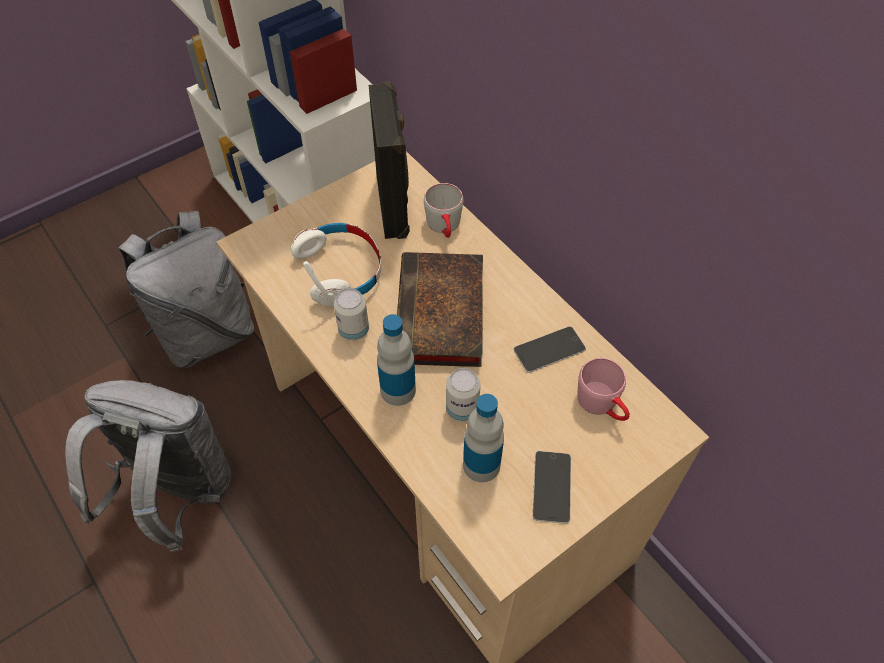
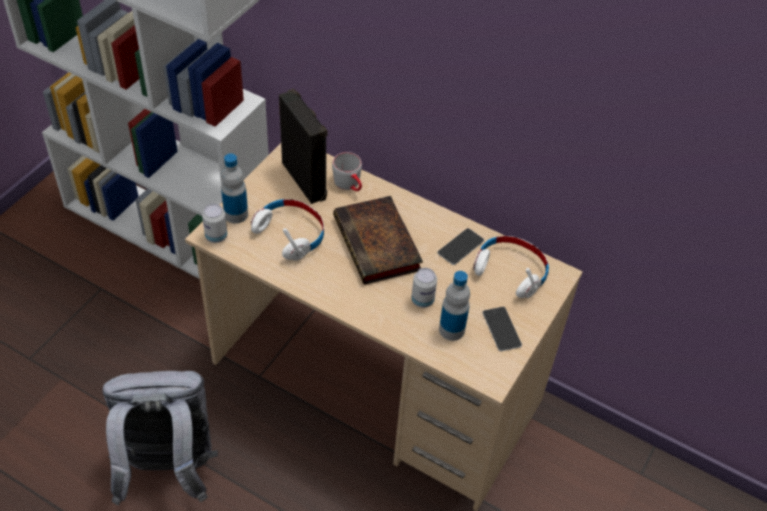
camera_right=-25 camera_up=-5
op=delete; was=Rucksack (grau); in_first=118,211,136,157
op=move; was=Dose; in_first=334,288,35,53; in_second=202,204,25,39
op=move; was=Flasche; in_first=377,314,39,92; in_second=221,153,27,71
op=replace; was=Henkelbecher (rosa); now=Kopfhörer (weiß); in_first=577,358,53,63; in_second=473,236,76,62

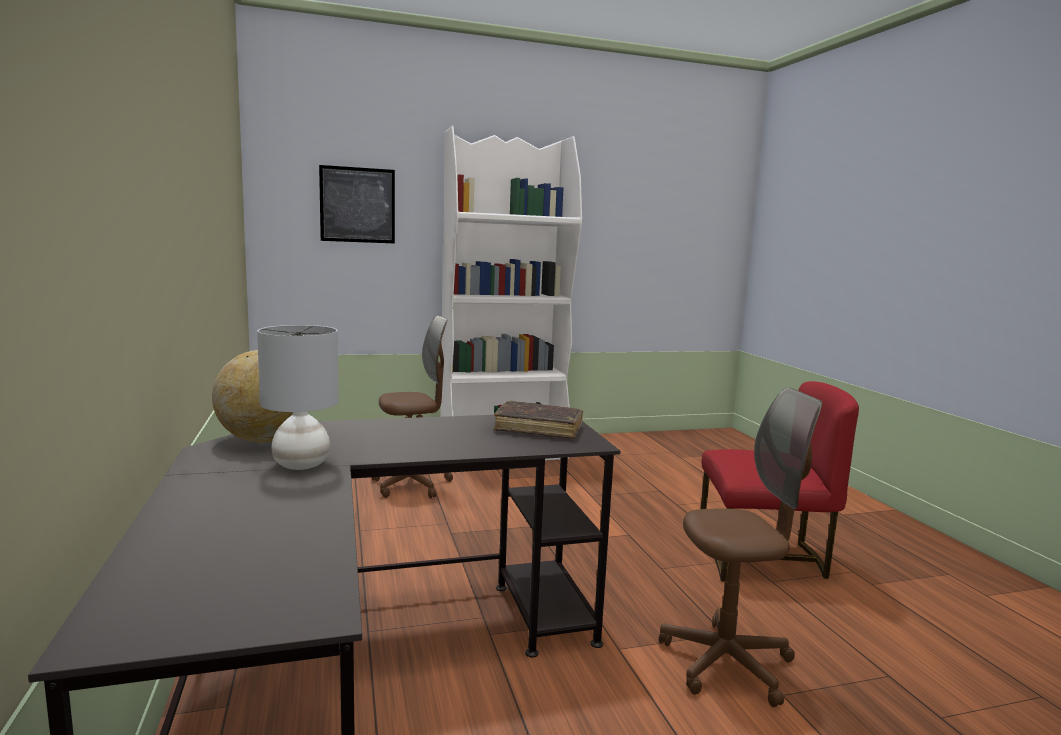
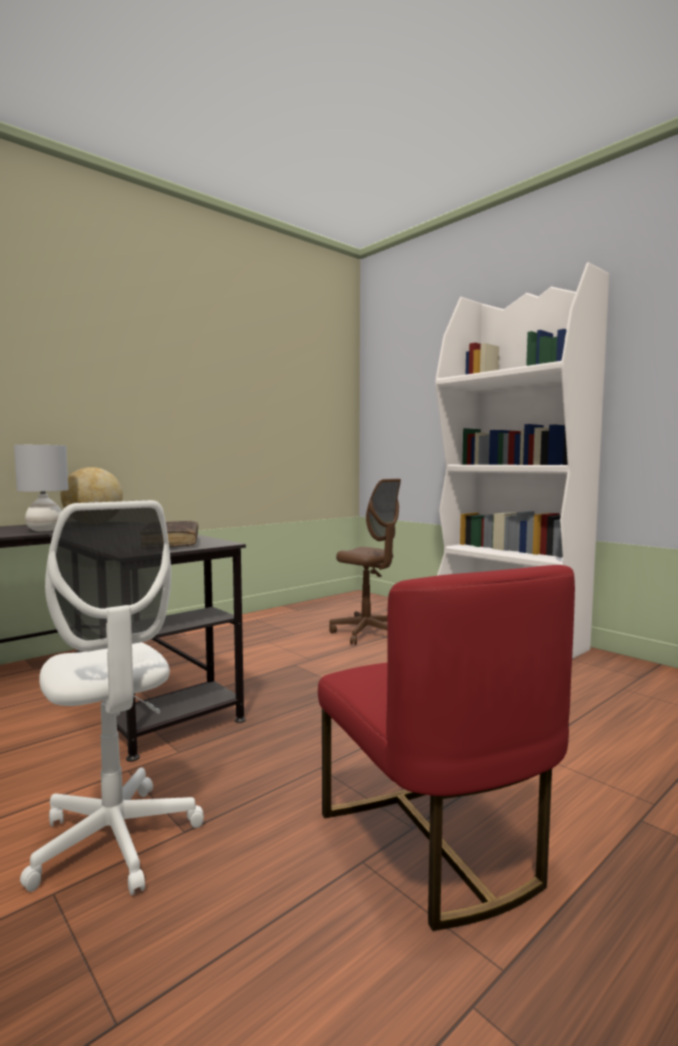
camera_right=65 camera_up=-5
op=delete; was=Bild; in_first=319,165,76,78
op=recolor; was=Bürostuhl (braun); now=Bürostuhl (weiß); in_first=659,387,164,320; in_second=20,500,184,395

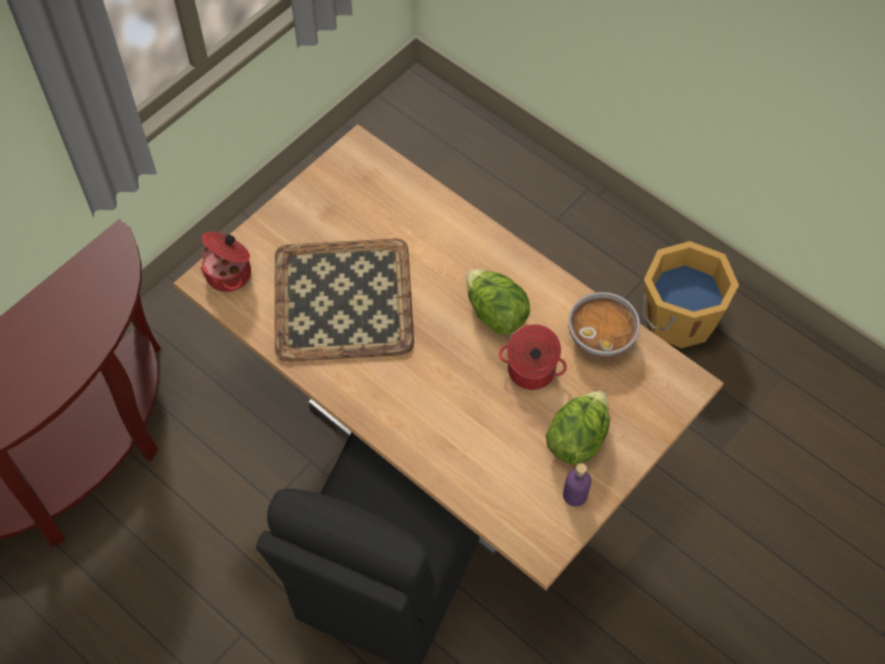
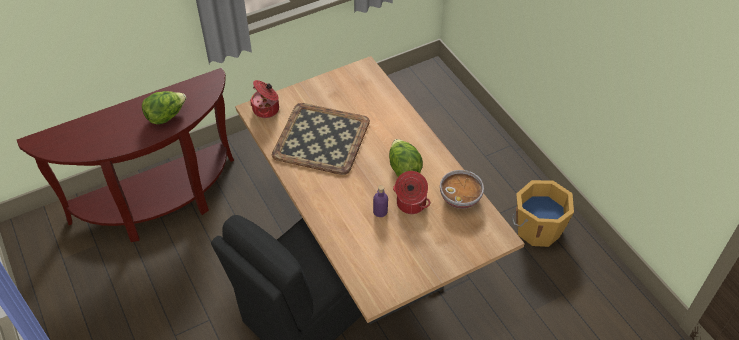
camera_right=20 camera_up=-10
op=move; was=Salatkopf; in_first=546,391,64,74; in_second=142,91,44,33
op=move; was=Flasche (lila); in_first=563,463,28,44; in_second=373,185,15,32

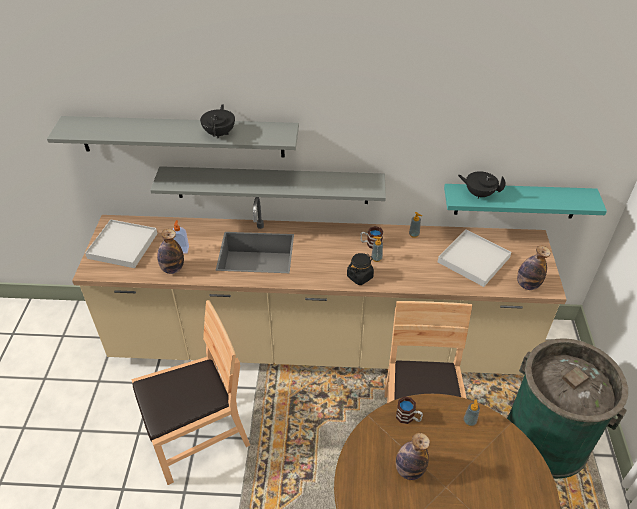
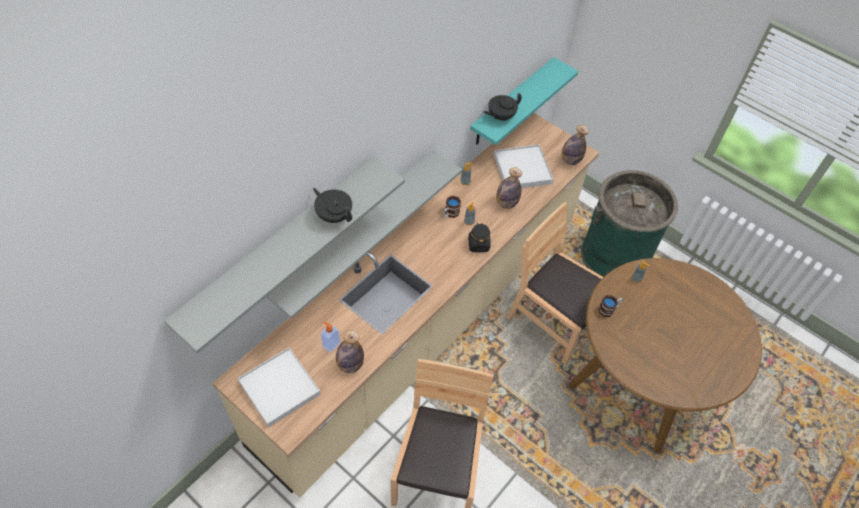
camera_right=-55 camera_up=10
op=move; was=Flasche; in_first=395,433,35,47; in_second=496,167,26,42

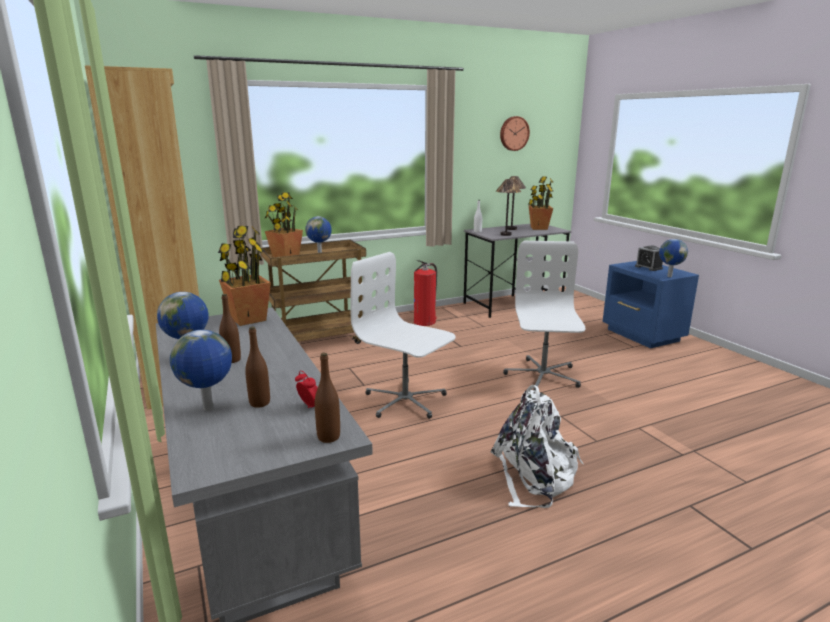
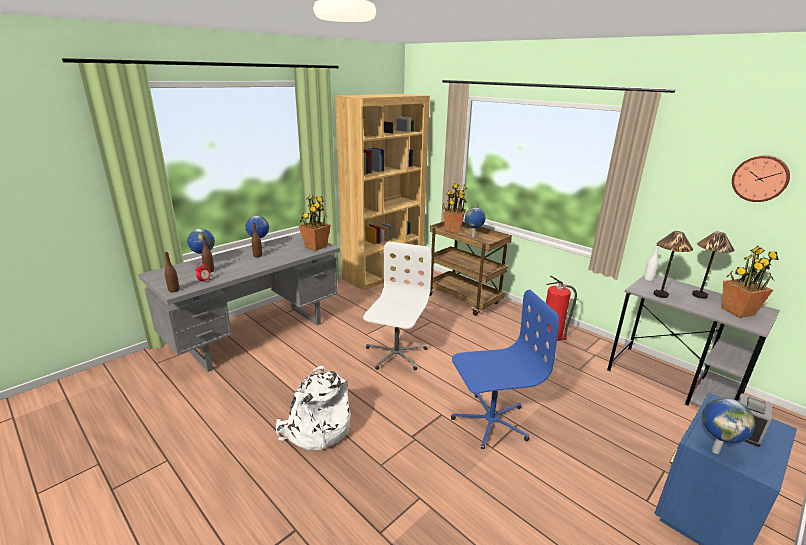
camera_right=70 camera_up=5
op=recolor; was=Bürostuhl (weiß); now=Bürostuhl (blau); in_first=503,241,83,150; in_second=451,290,108,159

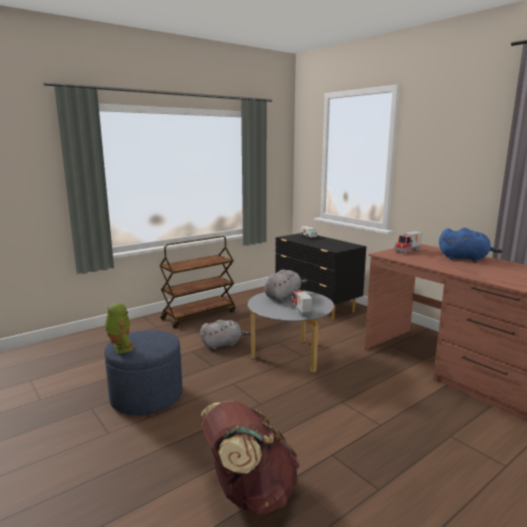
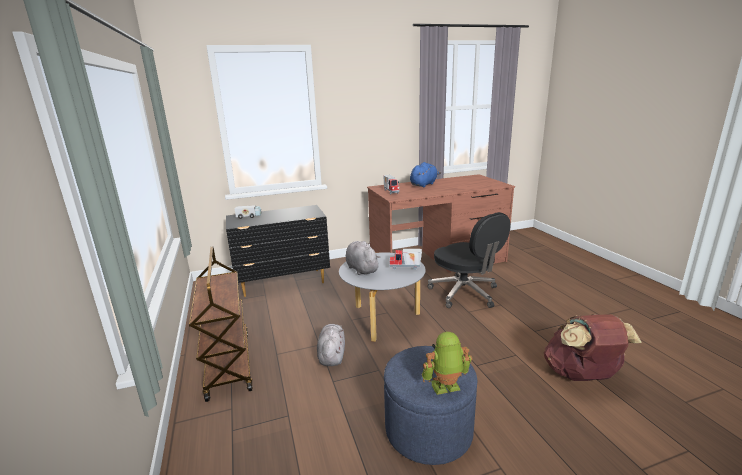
camera_right=-70 camera_up=5
op=insert; now=Bürostuhl (schwarz); in_second=428,212,83,96

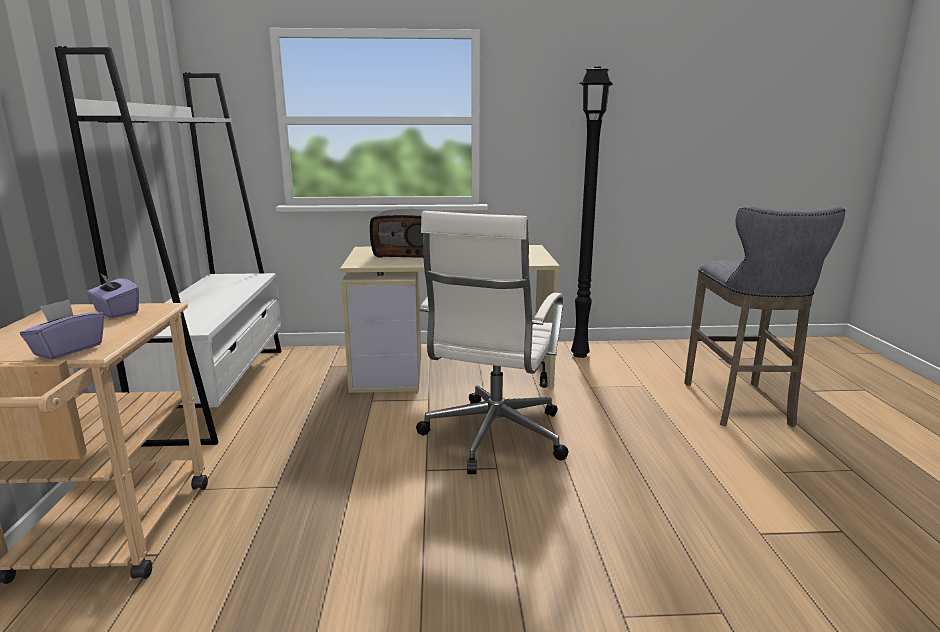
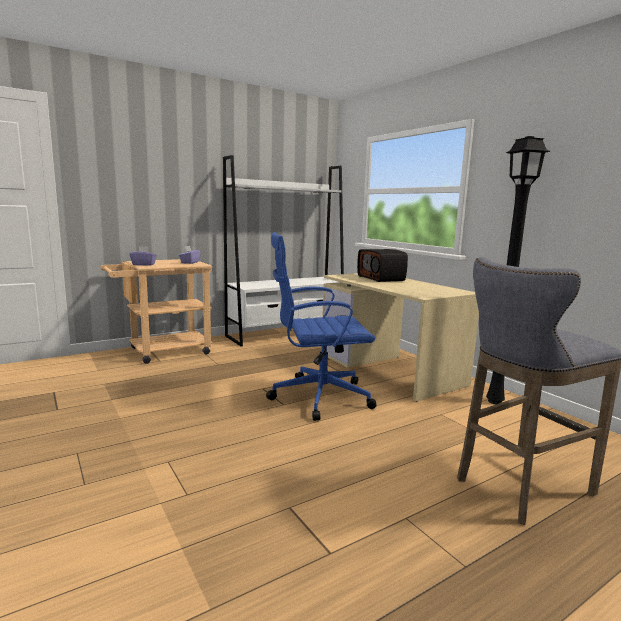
camera_right=60 camera_up=-5
op=recolor; was=Bürostuhl (weiß); now=Bürostuhl (blau); in_first=416,211,152,263; in_second=266,232,110,189

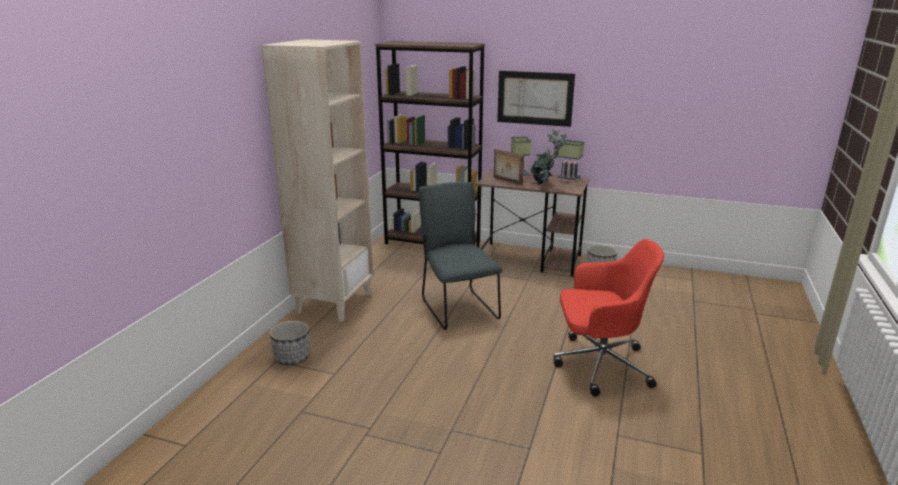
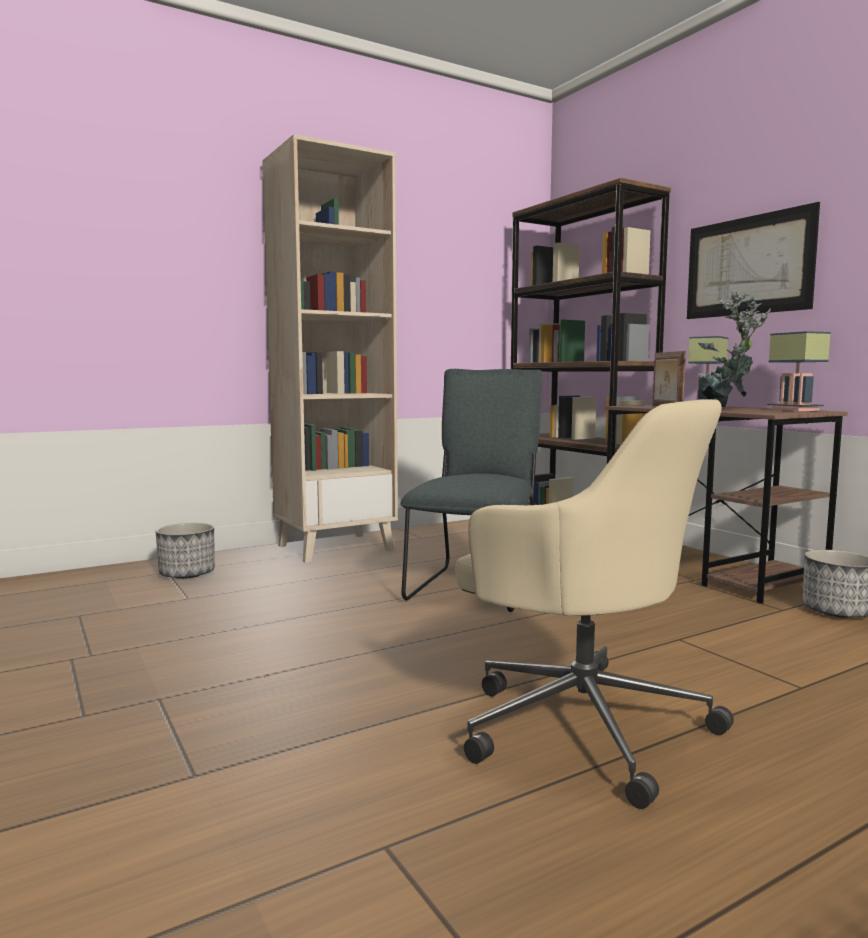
camera_right=40 camera_up=-15
op=recolor; was=Bürostuhl (rot); now=Bürostuhl (beige); in_first=554,239,110,158; in_second=455,399,279,410

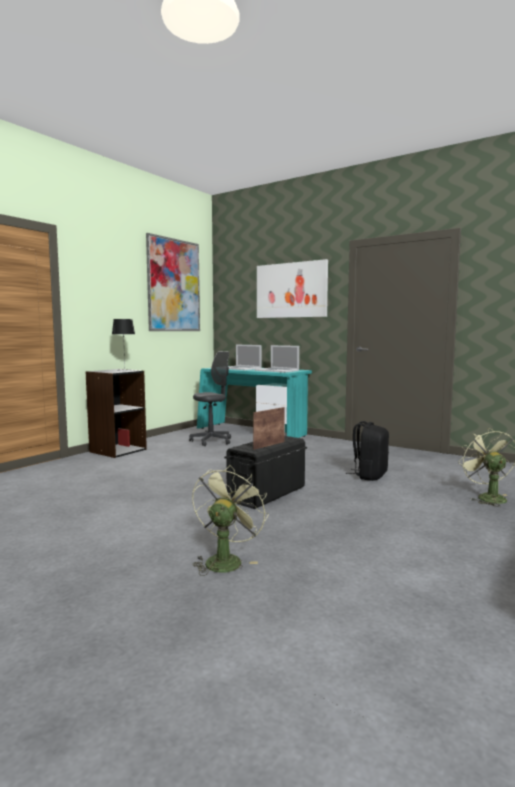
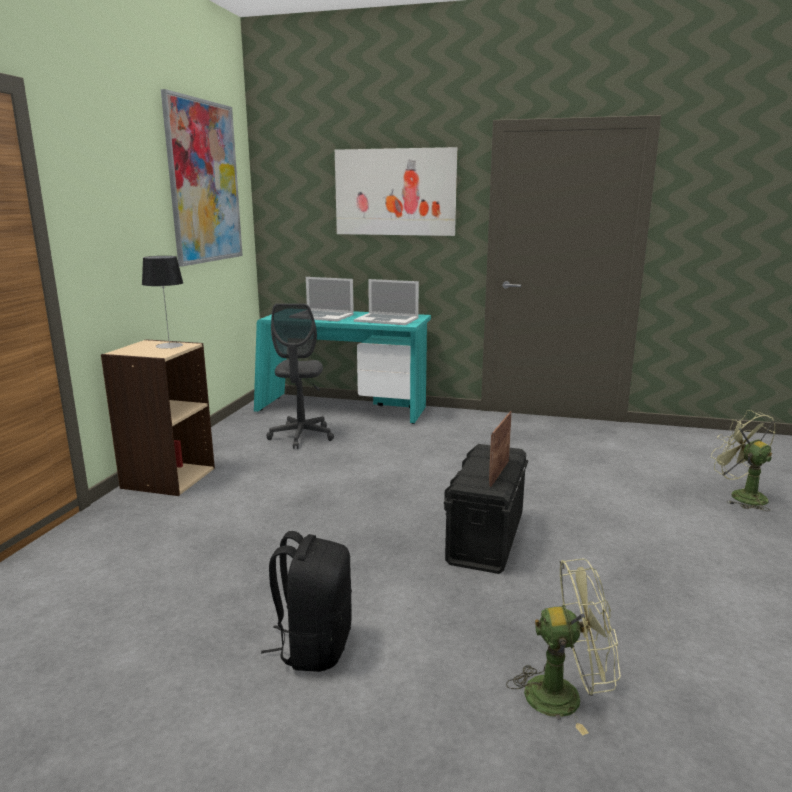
camera_right=-20 camera_up=10
op=move; was=Rucksack (schwarz); in_first=346,421,43,60; in_second=261,531,91,141
op=recolor; was=Bücherregal (schwarz); now=Bücherregal (beige); in_first=86,369,61,89; in_second=101,339,114,157
op=rotate; was=Bürostuhl (grau); in_first=189,351,42,95; in_second=266,303,68,146; clockwise=150
op=rotate; was=Ventilator (grün); in_first=192,465,76,111; in_second=506,559,115,176; clockwise=90

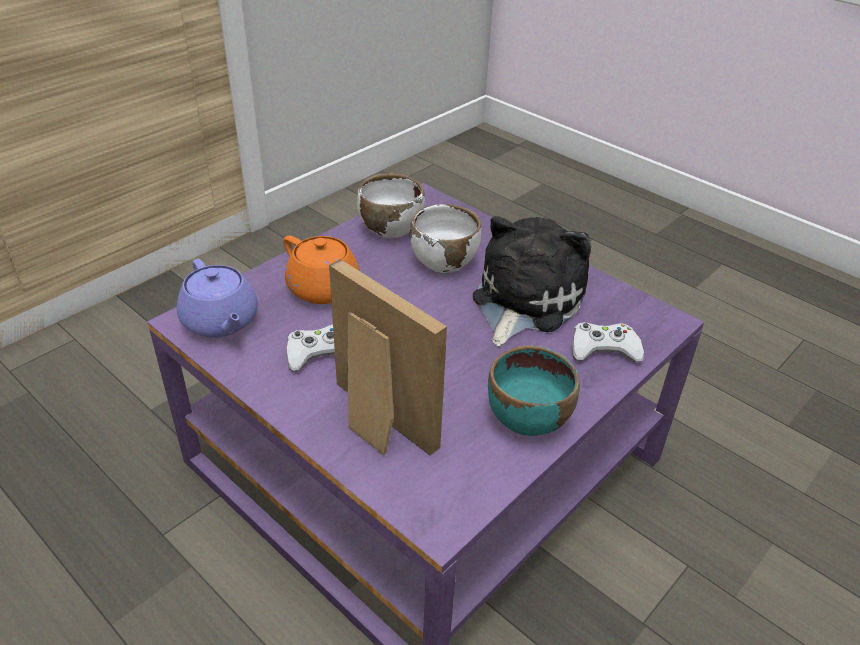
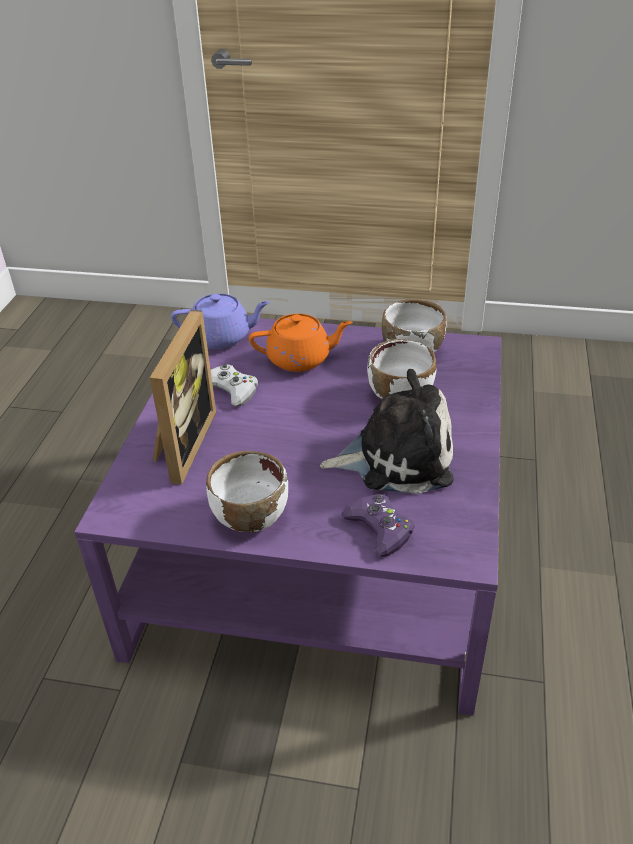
camera_right=60 camera_up=0
op=recolor; was=Schüssel (türkis); now=Schüssel (weiß); in_first=488,345,92,91; in_second=206,451,82,81
op=recolor; was=Gamepad (weiß); now=Gamepad (lila); in_first=572,322,72,40; in_second=341,494,74,63
op=rotate; was=Teekanne (lila); in_first=177,259,81,79; in_second=171,294,99,55; clockwise=-120
op=rotate; was=Teekanne (orange); in_first=283,236,77,68; in_second=249,314,103,58; clockwise=-105

